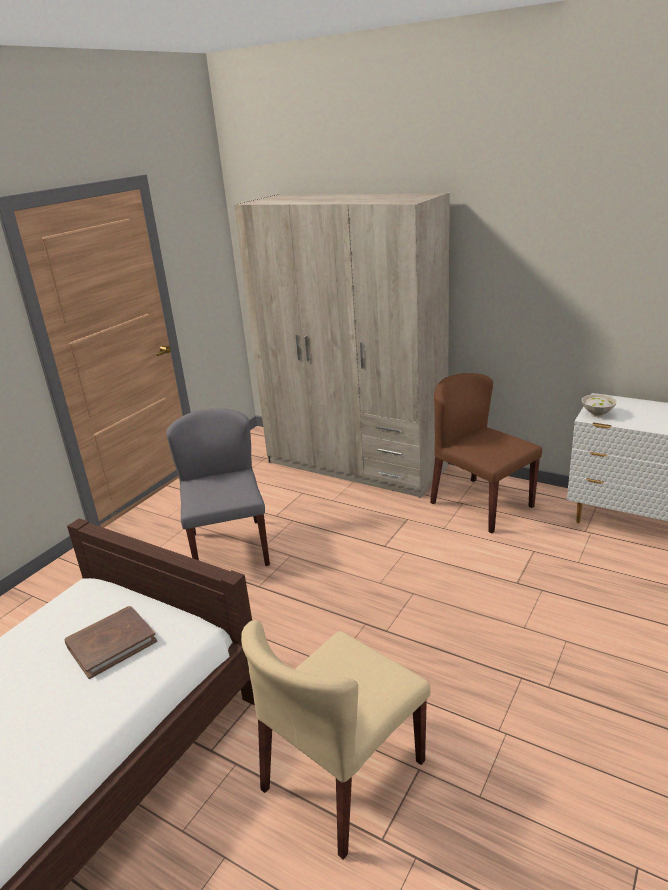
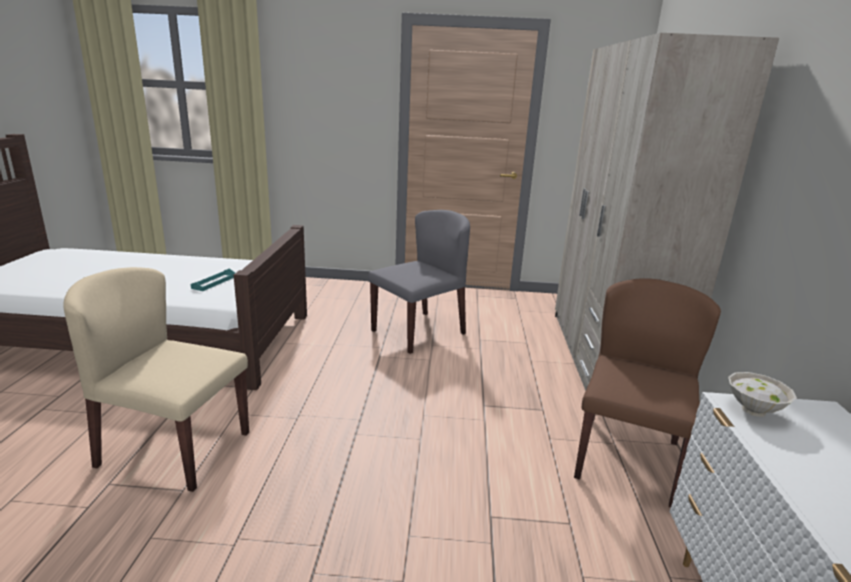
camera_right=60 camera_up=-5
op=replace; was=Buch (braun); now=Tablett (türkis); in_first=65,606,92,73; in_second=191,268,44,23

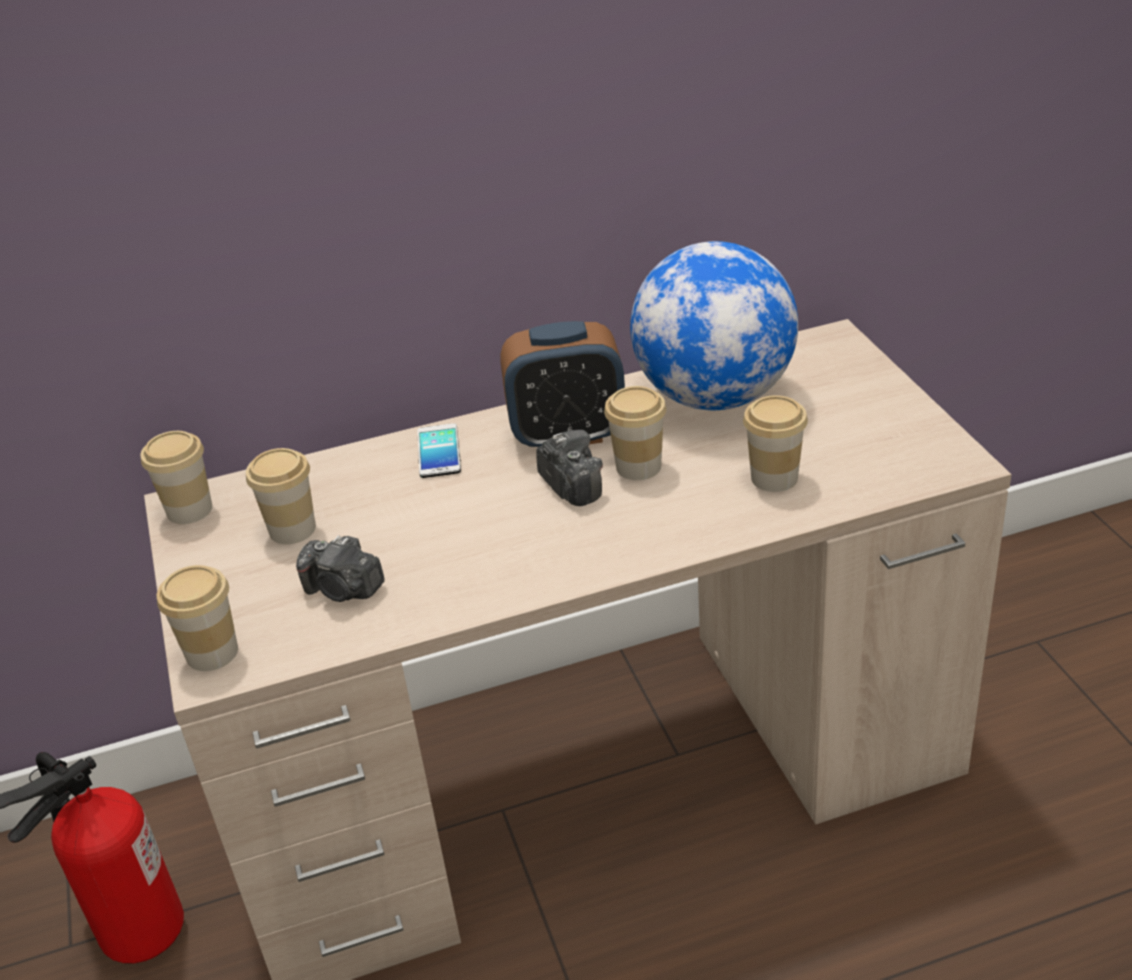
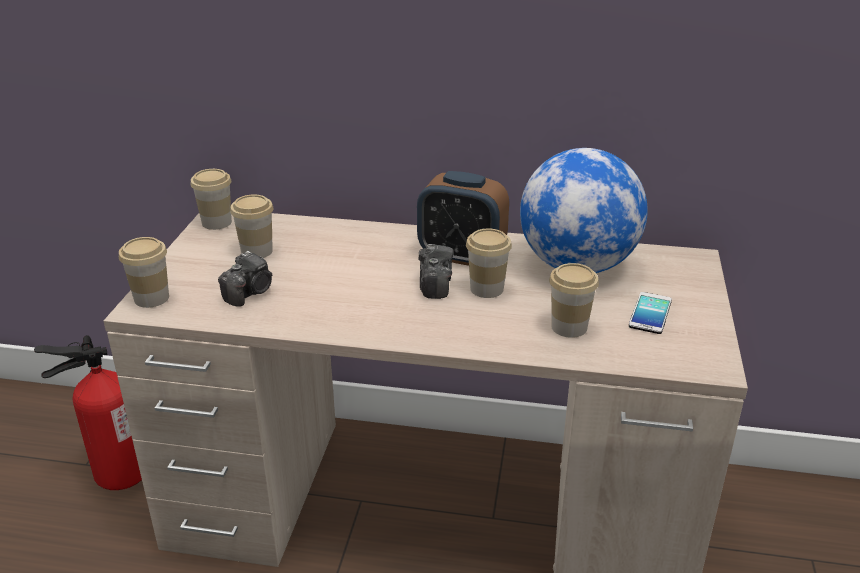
camera_right=25 camera_up=-5
op=move; was=Handy; in_first=417,423,44,55; in_second=629,292,43,42
op=rotate; was=Kamera; in_first=296,536,89,66; in_second=218,251,54,56; clockwise=-105

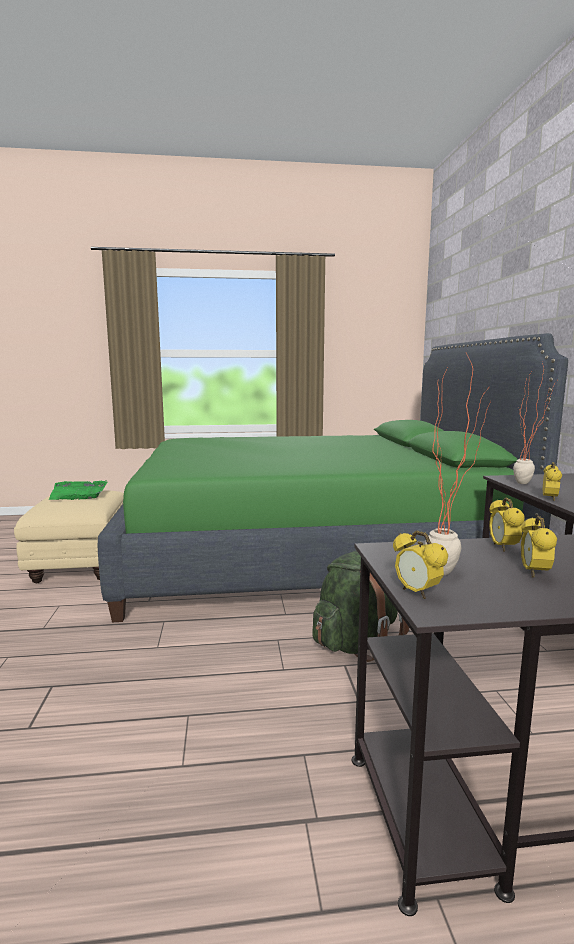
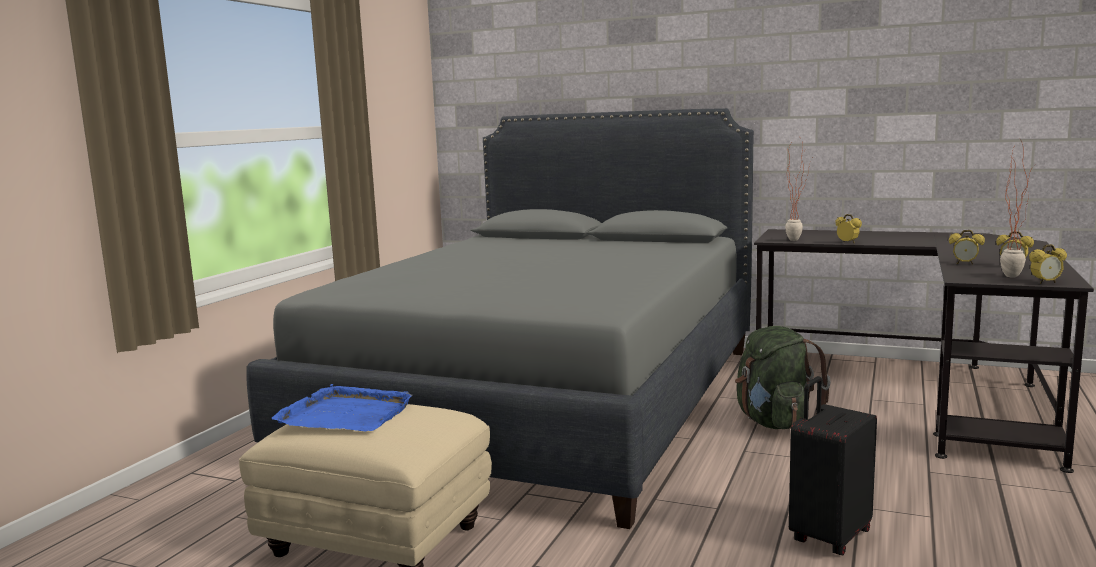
camera_right=-60 camera_up=0
op=insert; now=Koffer (schwarz); in_second=789,376,88,179
op=recolor; was=Tablett (grün); now=Tablett (blau); in_first=49,480,59,20; in_second=271,384,141,48
op=recolor; was=Bett (grün); now=Bett (grau); in_first=98,333,470,289; in_second=246,108,508,421

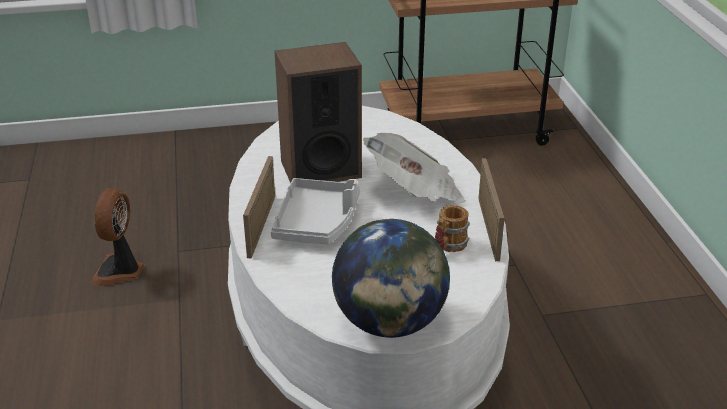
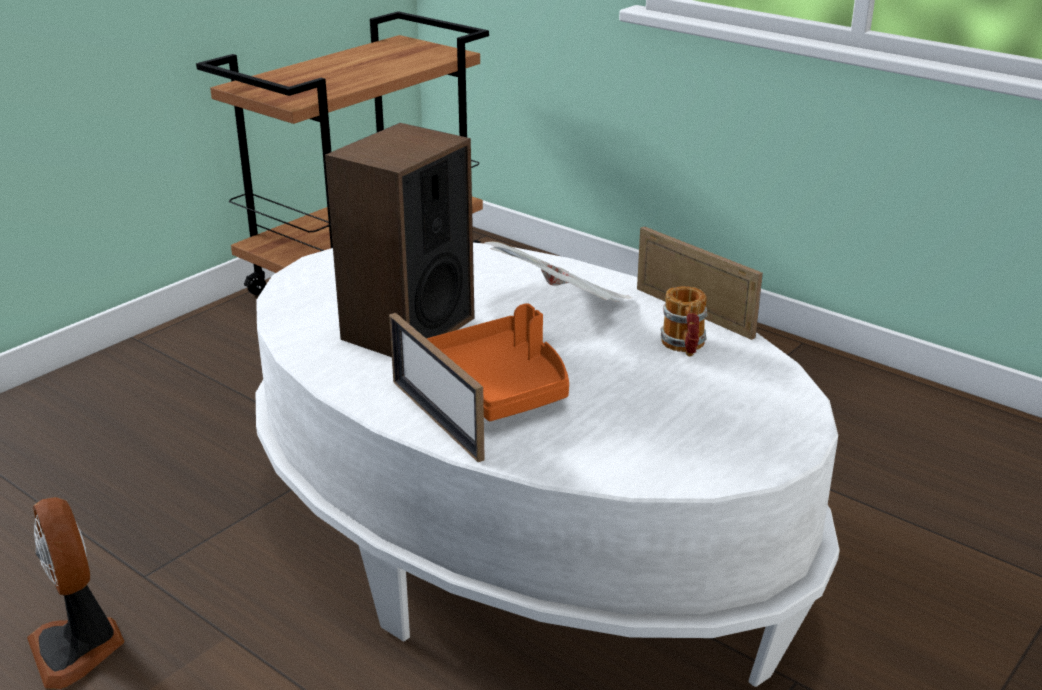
camera_right=-40 camera_up=-5
op=delete; was=Globus; in_first=332,219,118,119
op=recolor; was=Tablett (grau); now=Tablett (orange); in_first=271,178,89,66; in_second=426,303,143,118

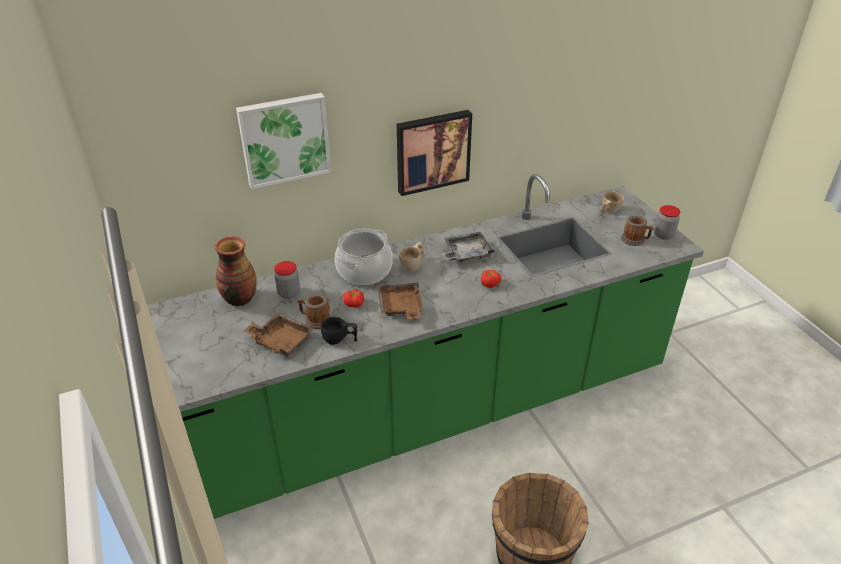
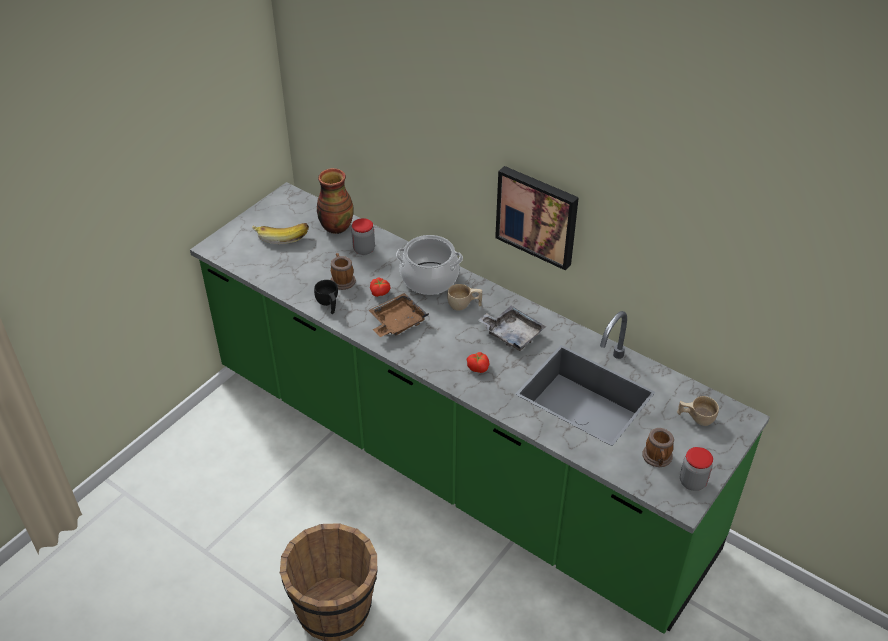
camera_right=60 camera_up=5
op=delete; was=Bild; in_first=236,93,95,96
op=delete; was=Tablett (braun); in_first=244,312,70,45
op=insert; now=Banane; in_second=252,223,57,21

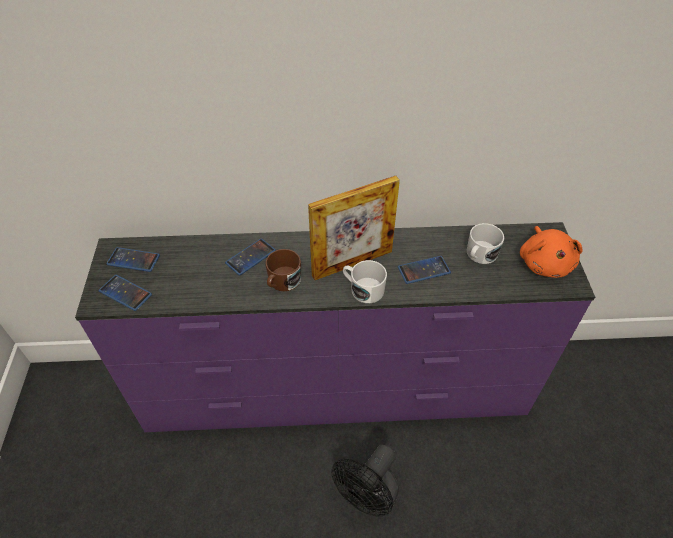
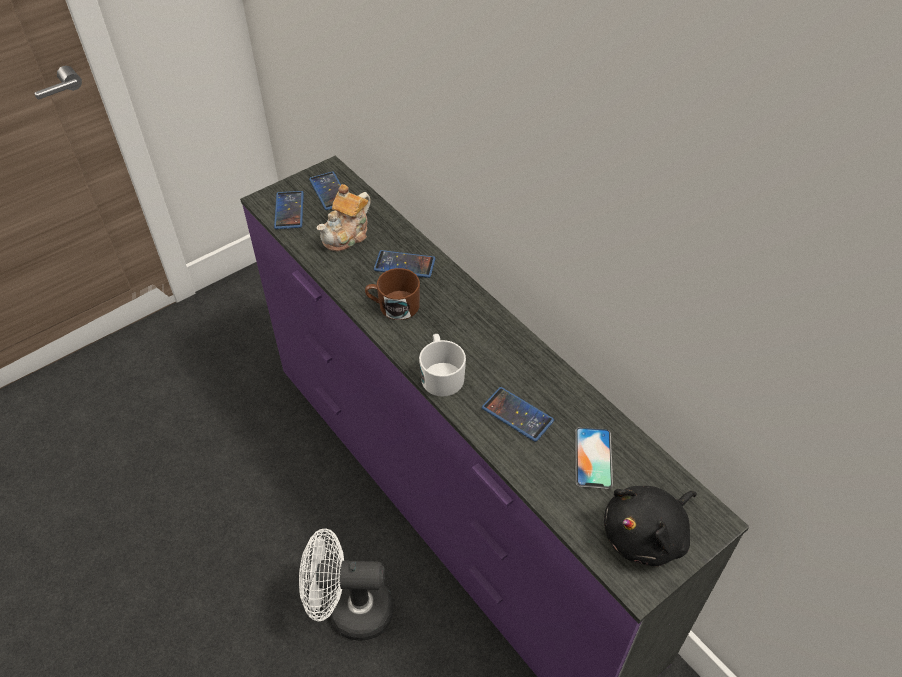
camera_right=55 camera_up=0
op=delete; was=Bilderrahmen; in_first=308,176,92,104
op=insert; now=Teekanne; in_second=317,184,54,68
op=replace; was=Henkelbecher (weiß); now=Handy; in_first=467,223,37,41; in_second=575,427,38,62
op=recolor; was=Ventilator (schwarz); now=Ventilator (weiß); in_first=331,444,68,72; in_second=299,529,94,112
op=recolor; was=Plüschtier (orange); now=Plüschtier (schwarz); in_first=520,226,63,52; in_second=604,486,93,80

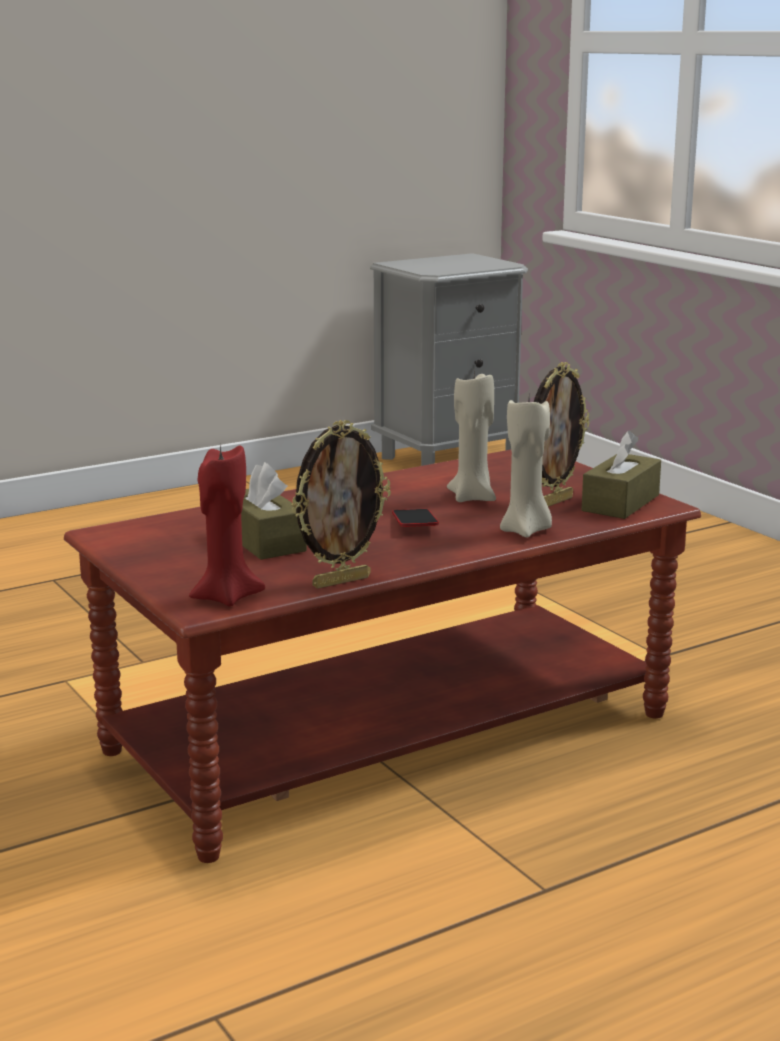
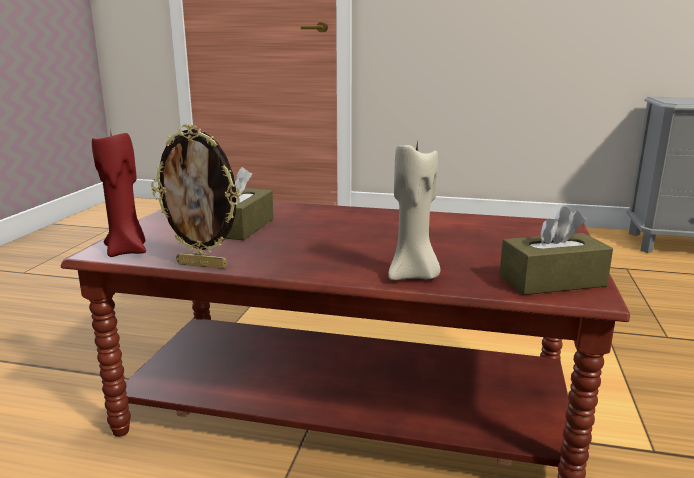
camera_right=45 camera_up=0
op=delete; was=Handy; in_first=392,509,47,18
op=delete; was=Kerze (beige); in_first=447,369,49,133
op=delete; was=Bilderrahmen; in_first=534,362,55,145

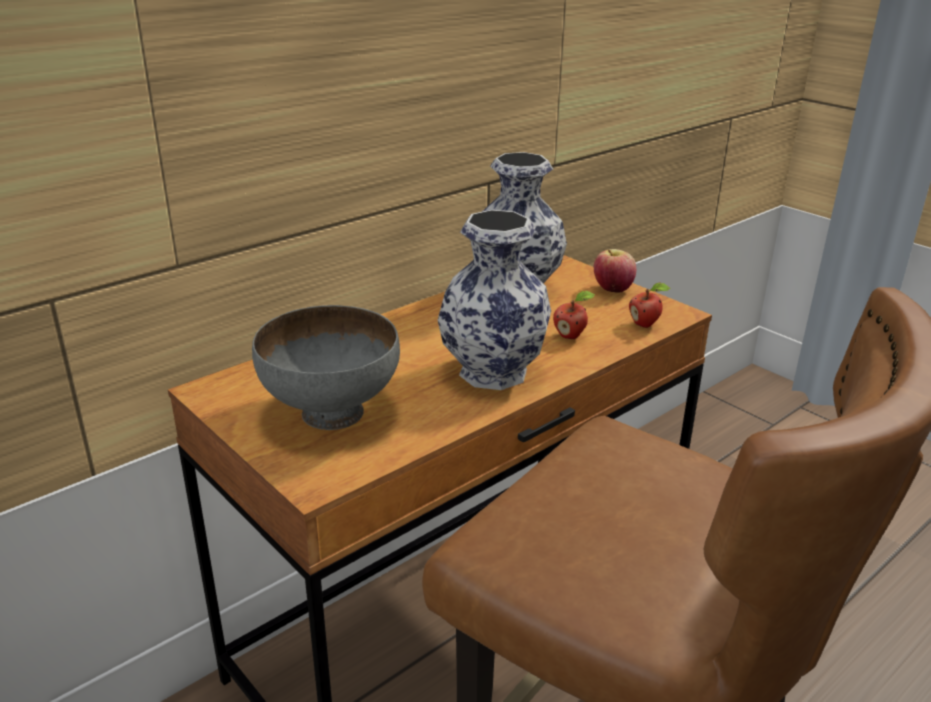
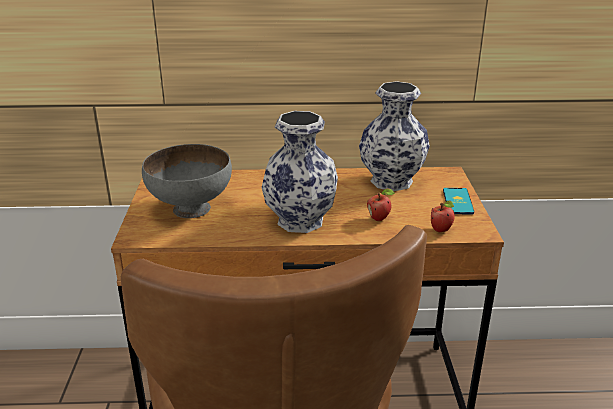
camera_right=40 camera_up=0
op=replace; was=Apfel; now=Handy; in_first=594,249,42,44; in_second=443,188,31,27

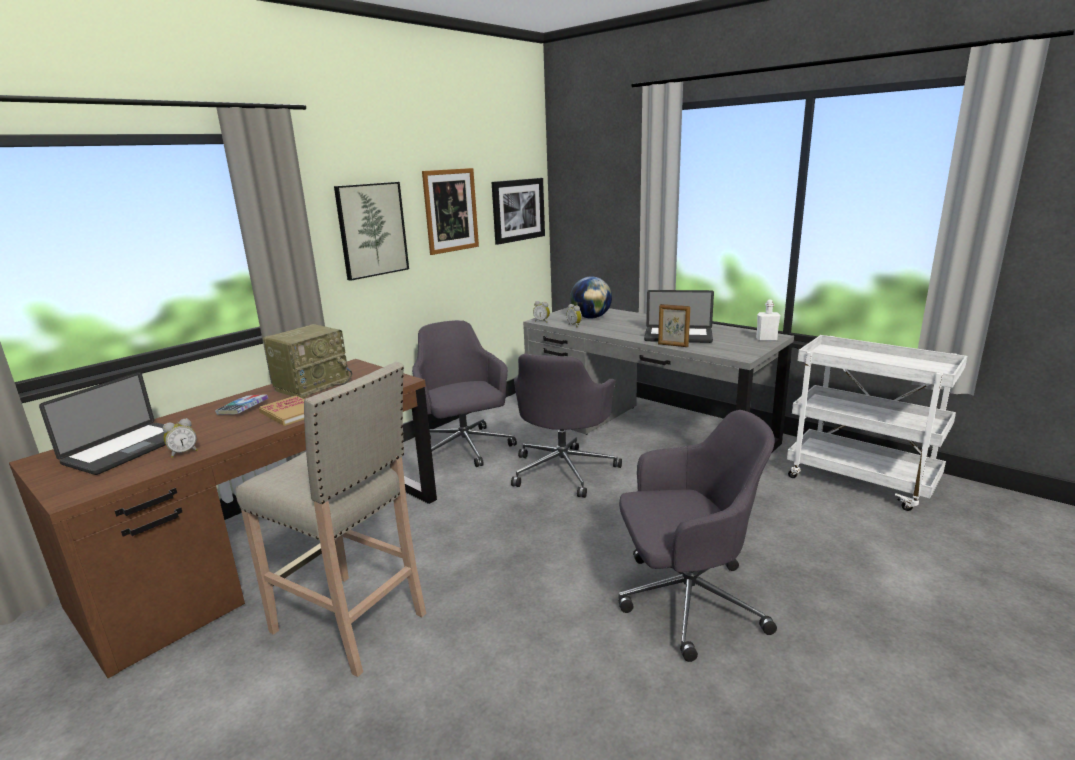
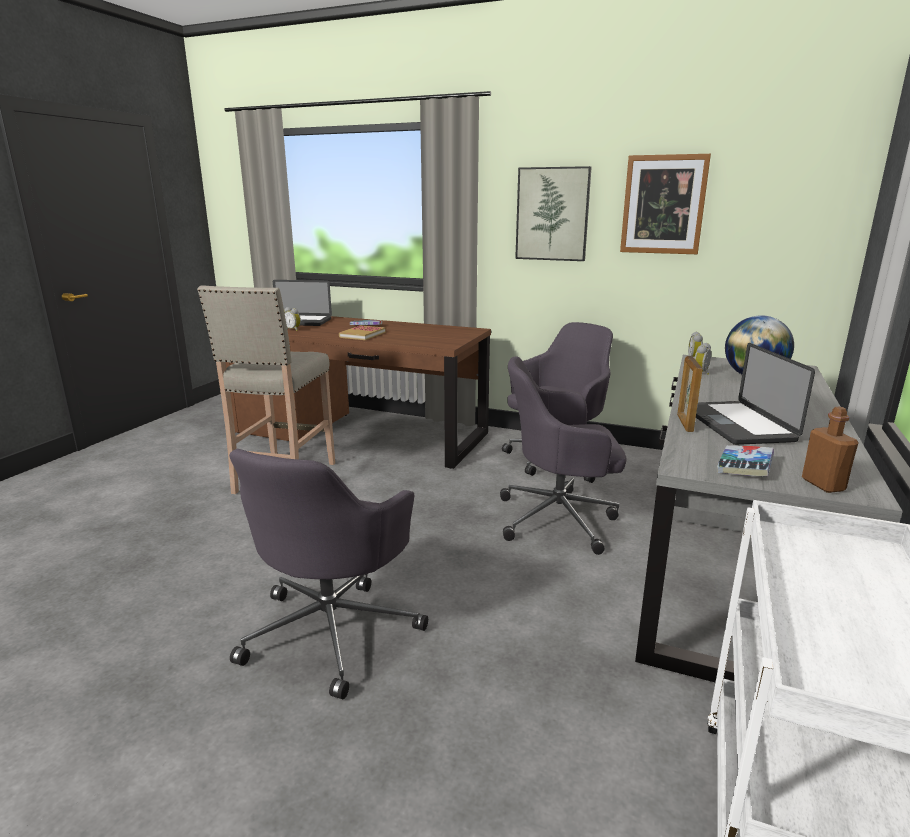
camera_right=70 camera_up=0
op=delete; was=Radio; in_first=263,324,89,75
op=delete; was=Bild; in_first=492,178,53,67
op=insert; now=Buch; in_second=717,445,57,31
op=recolor; was=Flasche (weiß); now=Flasche (braun); in_first=756,300,25,41; in_second=802,407,56,86
op=rotate; was=Bürostuhl (grau); in_first=619,410,158,252; in_second=229,449,199,250; clockwise=45

